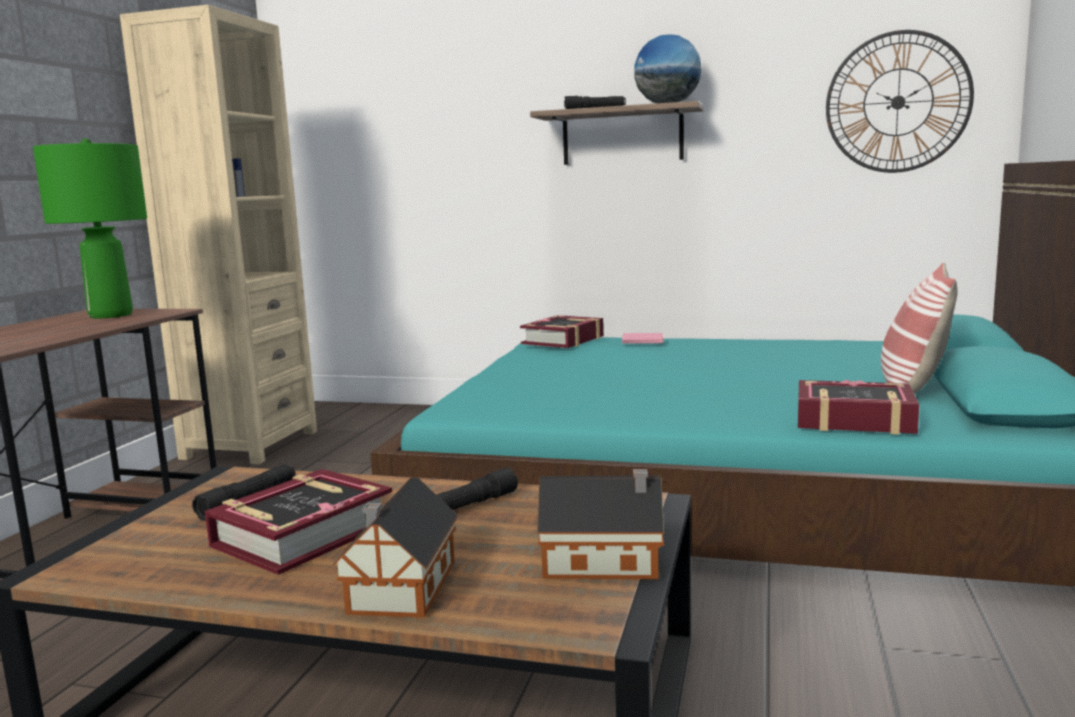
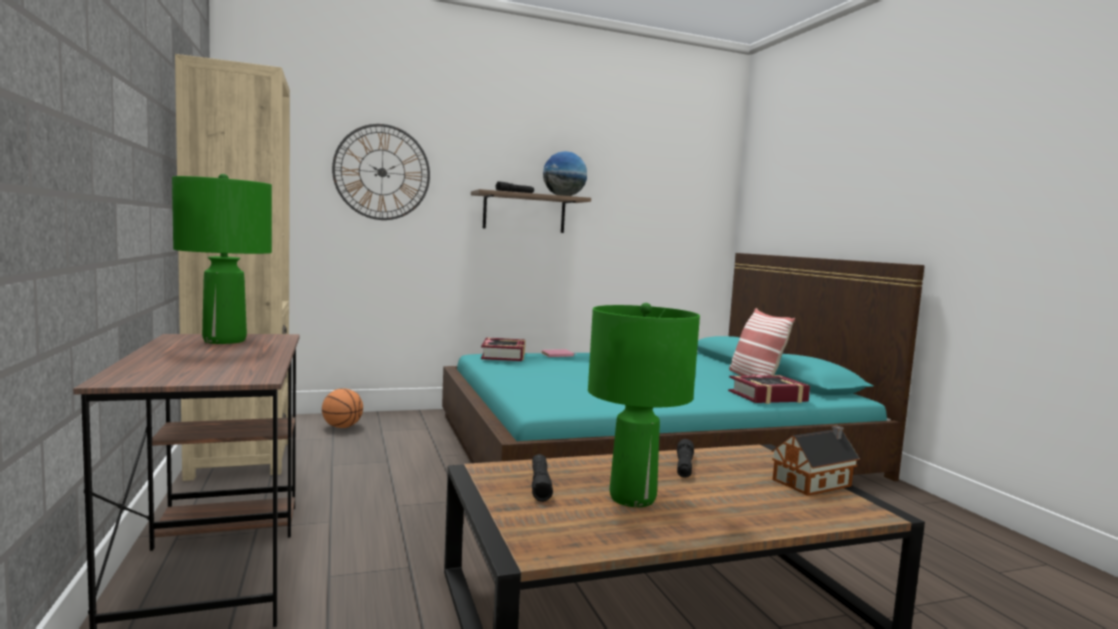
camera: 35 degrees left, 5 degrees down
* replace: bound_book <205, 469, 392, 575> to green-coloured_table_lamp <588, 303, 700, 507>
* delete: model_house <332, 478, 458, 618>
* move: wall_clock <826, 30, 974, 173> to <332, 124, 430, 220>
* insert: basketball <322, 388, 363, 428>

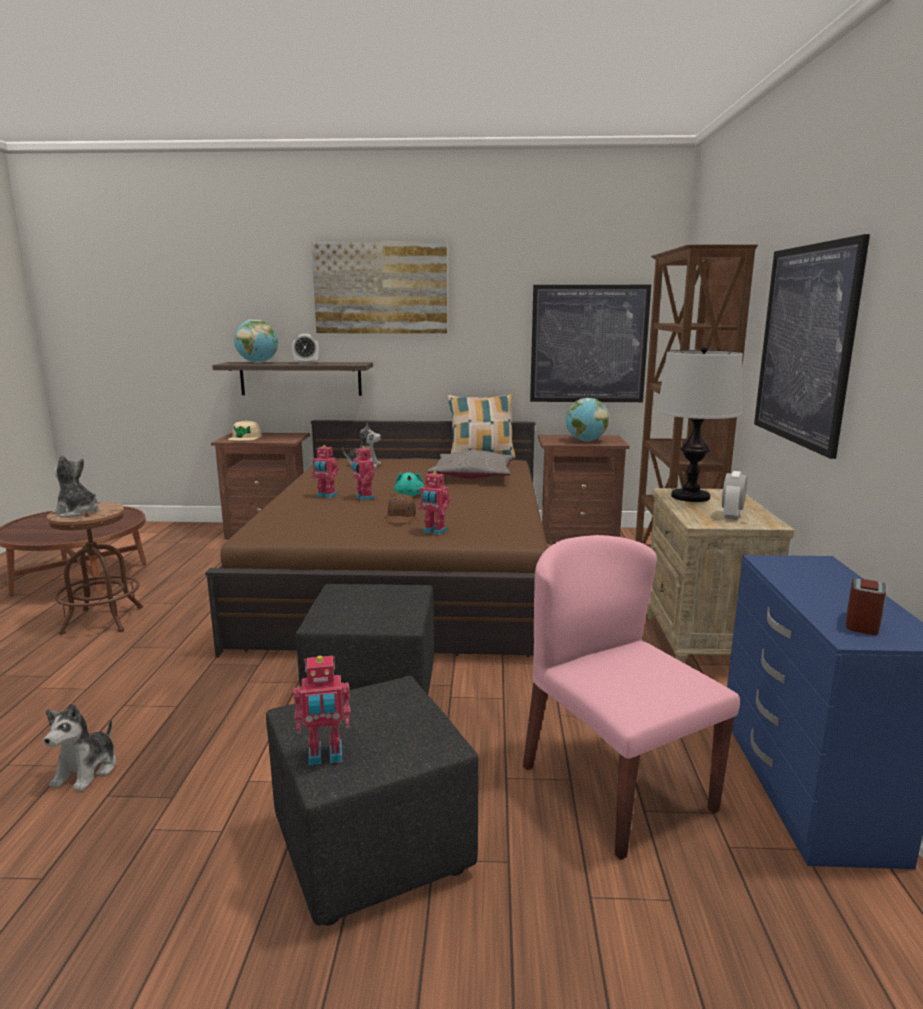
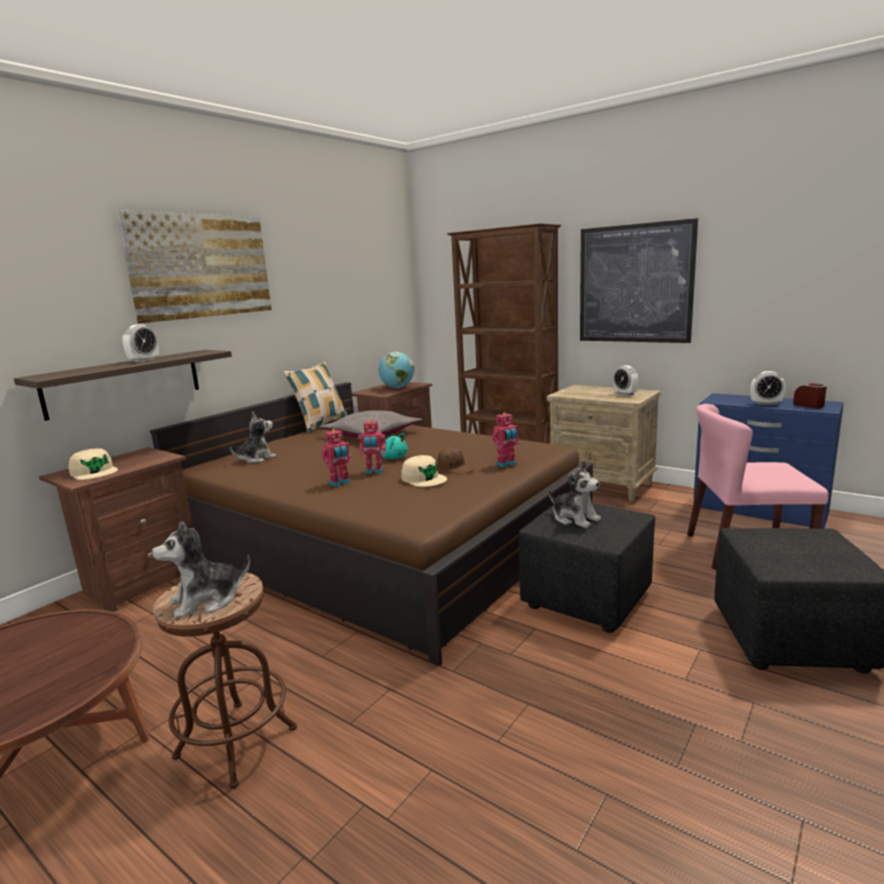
camera: 55 degrees left, 0 degrees up
* move: plush_toy <44, 703, 116, 791> to <548, 461, 601, 528>
* delete: world_globe <234, 319, 278, 363>
* delete: toy_robot <293, 656, 351, 766>
* delete: wall_art <530, 285, 651, 402>
* delete: table_lamp <657, 346, 743, 502>
* insert: beige_baseball_cap <401, 455, 447, 487>
* insert: table_clock <750, 371, 785, 405>

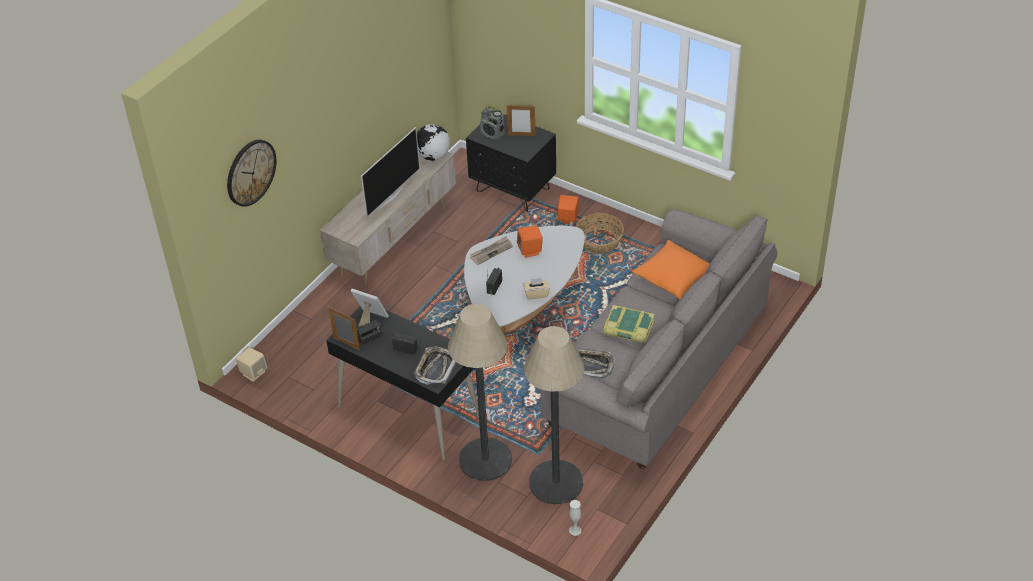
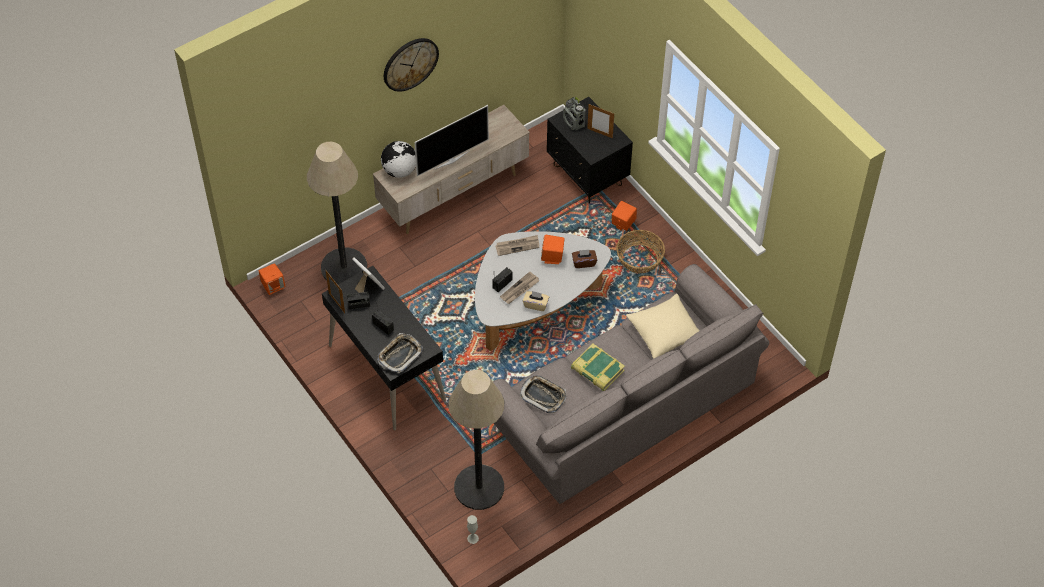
camera: 20 degrees right, 10 degrees up
* move: wall_clock <227, 140, 276, 207> to <384, 38, 439, 92>
* recolor: beige_audio_speaker <236, 347, 267, 382> to orange_audio_speaker <259, 263, 285, 295>
* move: world_globe <417, 124, 450, 161> to <381, 141, 416, 178>
* move: floor_lamp <448, 304, 512, 481> to <307, 142, 367, 284>
* recolor: orange_cushion <632, 240, 710, 299> to beige_cushion <626, 294, 700, 359>
* insert: newspaper <500, 271, 539, 304>
* insert: brownish_tissue_holder <572, 250, 597, 268>

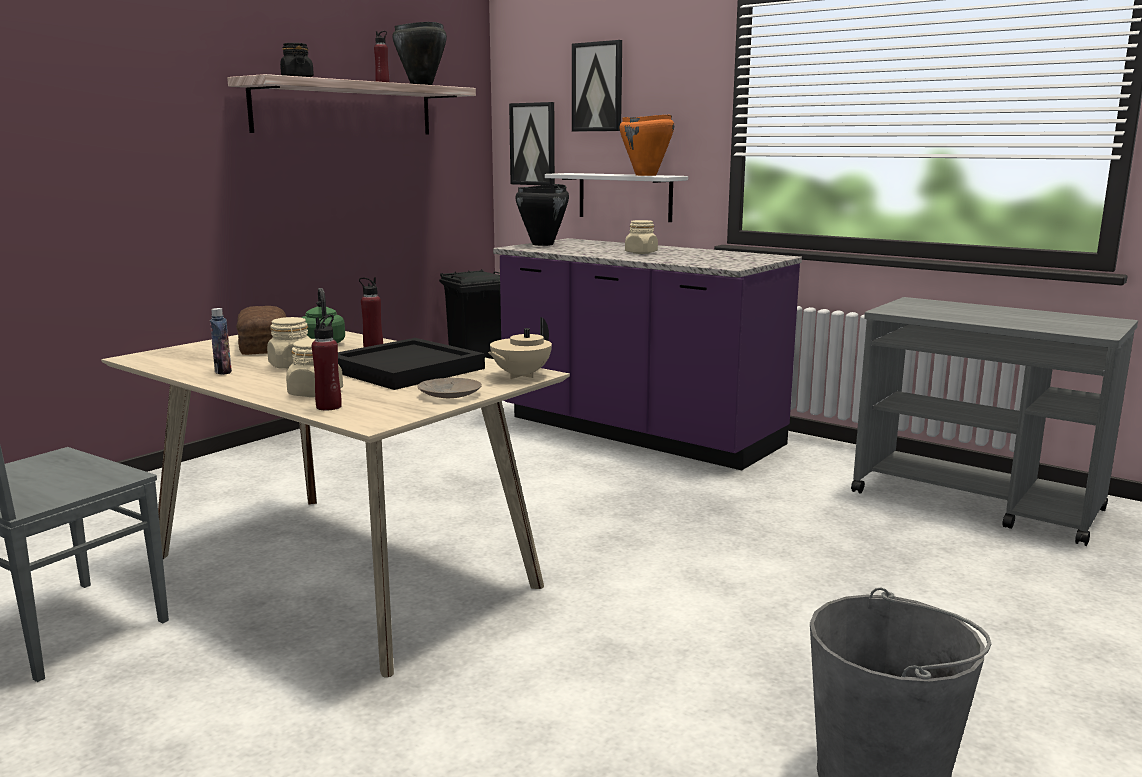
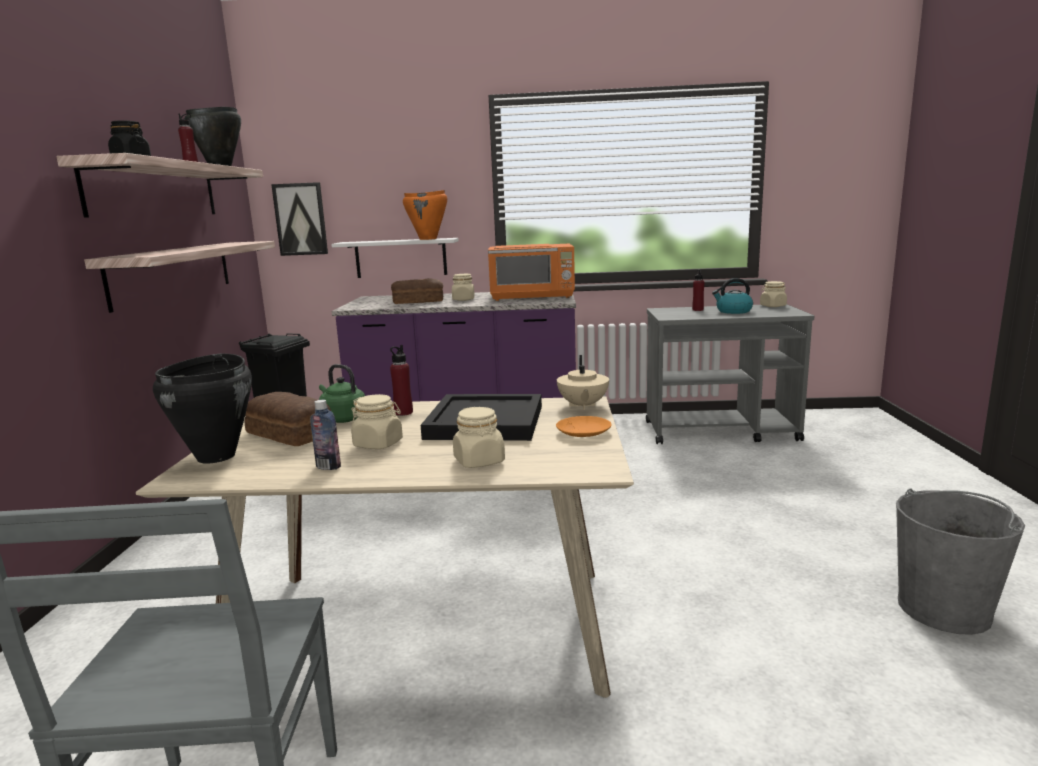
camera: 35 degrees left, 0 degrees up
* move: red-coloured_drink_bottle <312, 315, 342, 410> to <692, 269, 705, 311>
* recolor: beige_dinner_plate <417, 378, 482, 398> to orange_dinner_plate <556, 416, 612, 437>
* move: black-coloured_saucepot <515, 184, 569, 246> to <153, 353, 252, 463>
* delete: wall_art <572, 40, 622, 131>
* insert: shelf <84, 241, 275, 313>
* insert: baked_bread <391, 278, 443, 304>
* insert: orange_kitchen_microwave <488, 244, 575, 301>
* insert: water_kettle <712, 278, 753, 314>
* insert: beige_storage_jar <760, 281, 787, 307>

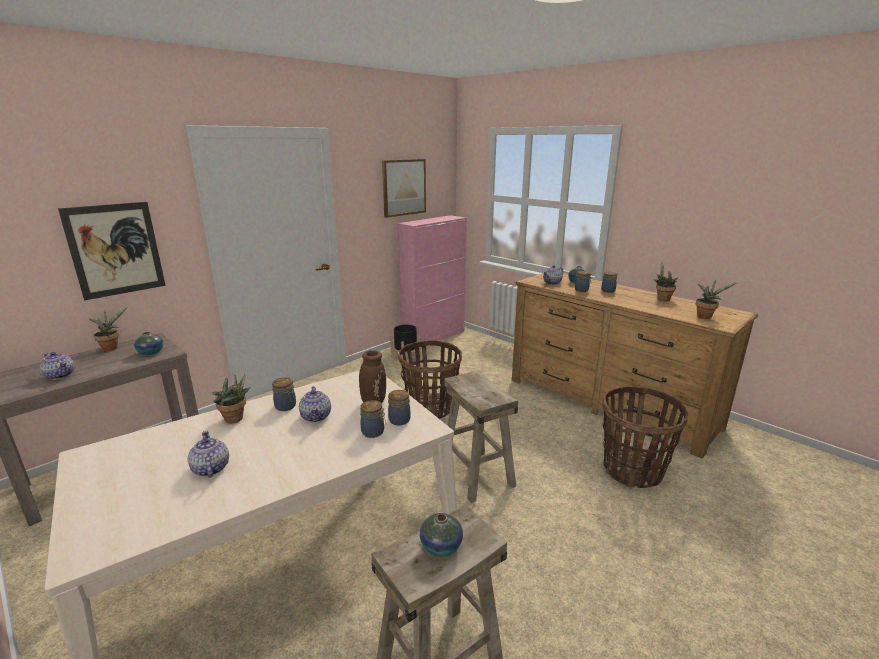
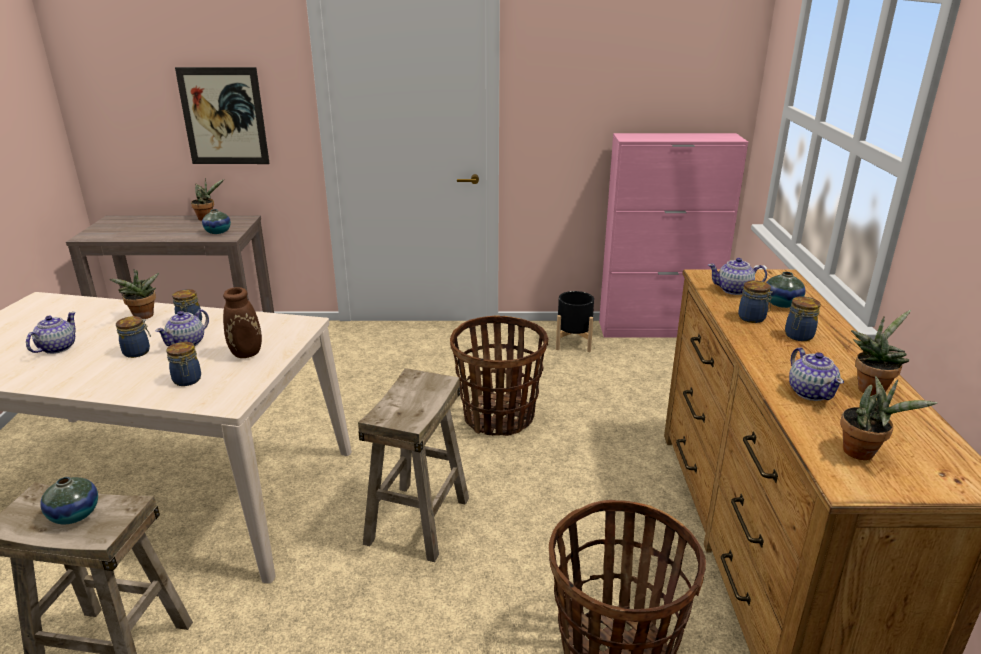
camera: 45 degrees right, 5 degrees up
* move: pot_for_tea <40, 352, 74, 380> to <789, 347, 844, 401>
* delete: wall_art <382, 159, 426, 218>
* move: storage_jar <388, 390, 411, 426> to <116, 316, 151, 358>

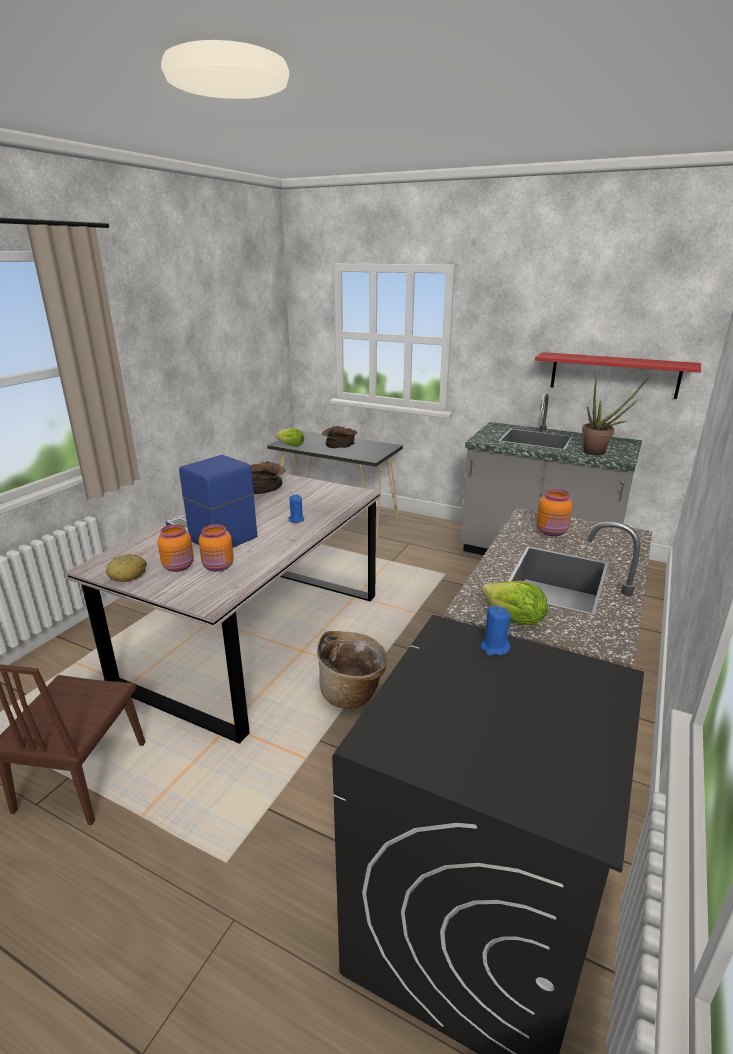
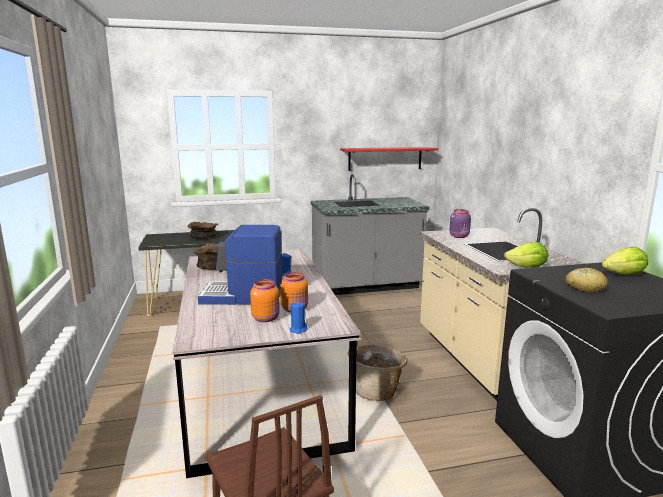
camera: 40 degrees left, 10 degrees down
* move: baked_bread <106, 554, 147, 582> to <565, 268, 608, 292>
* move: head_of_lettuce <276, 428, 304, 447> to <602, 247, 648, 275>
* move: blue_wax_light <480, 606, 511, 656> to <290, 302, 308, 334>
* recolor: orange_storage_jar <536, 489, 572, 536> to purple_storage_jar <450, 209, 471, 238>
* delete: plant_in_a_pot <582, 377, 649, 455>

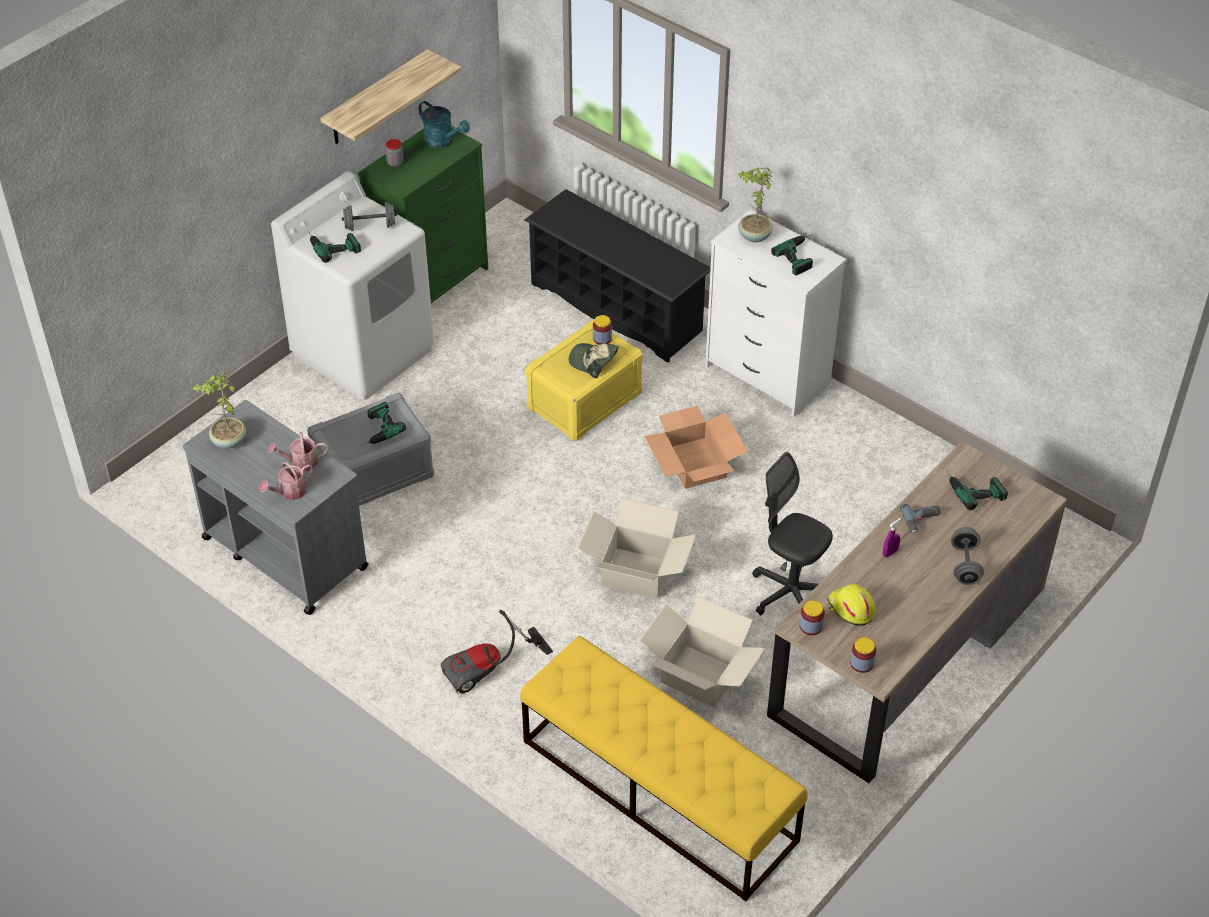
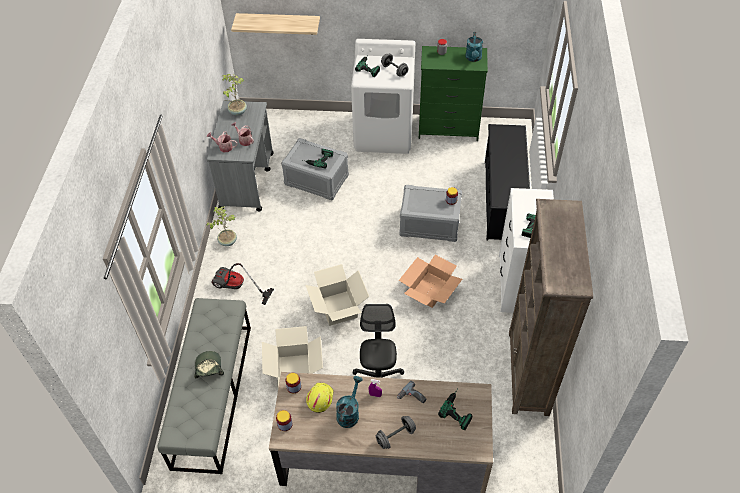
camera: 55 degrees right, 5 degrees up
* move: shelf <320, 49, 462, 144> to <231, 13, 320, 35>
* recolor: yellowish_long_seat <520, 636, 807, 901> to gray_long_seat <157, 298, 251, 474>
* recolor: yellowish_storage_bin <525, 320, 643, 441> to gray_storage_bin <399, 185, 462, 242>
* move: baseball_cap <569, 343, 619, 378> to <194, 351, 224, 378>
* move: plant_in_a_pot <738, 168, 773, 242> to <207, 207, 237, 246>
* insert: blue-green_watering_can <336, 376, 363, 428>
* insert: brownish_bookshelf <509, 199, 593, 416>

